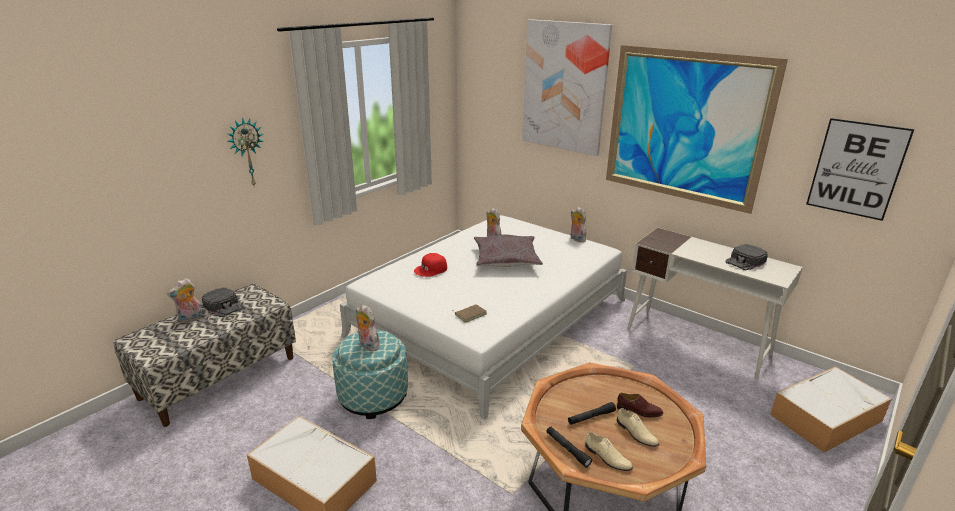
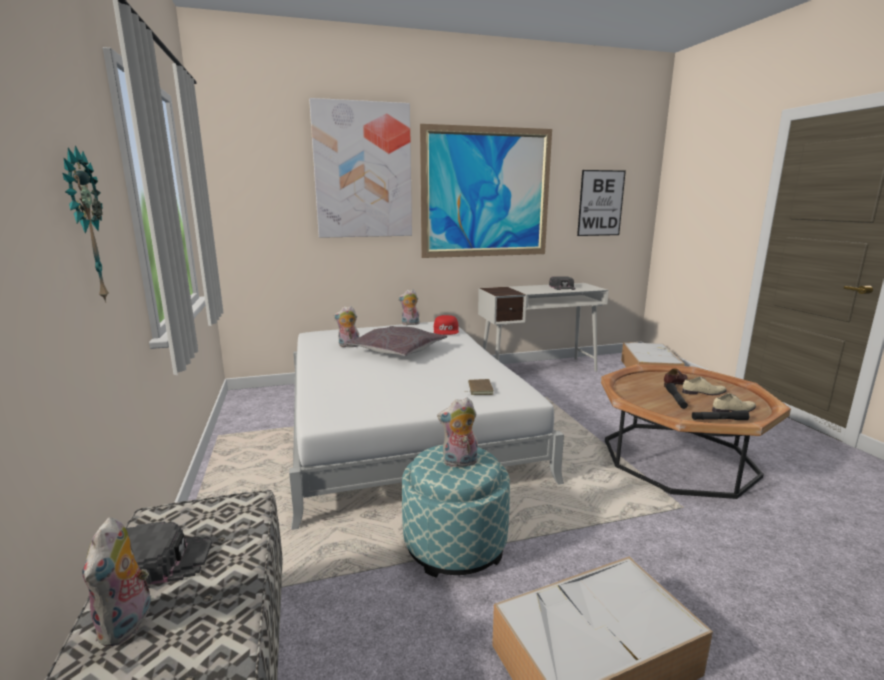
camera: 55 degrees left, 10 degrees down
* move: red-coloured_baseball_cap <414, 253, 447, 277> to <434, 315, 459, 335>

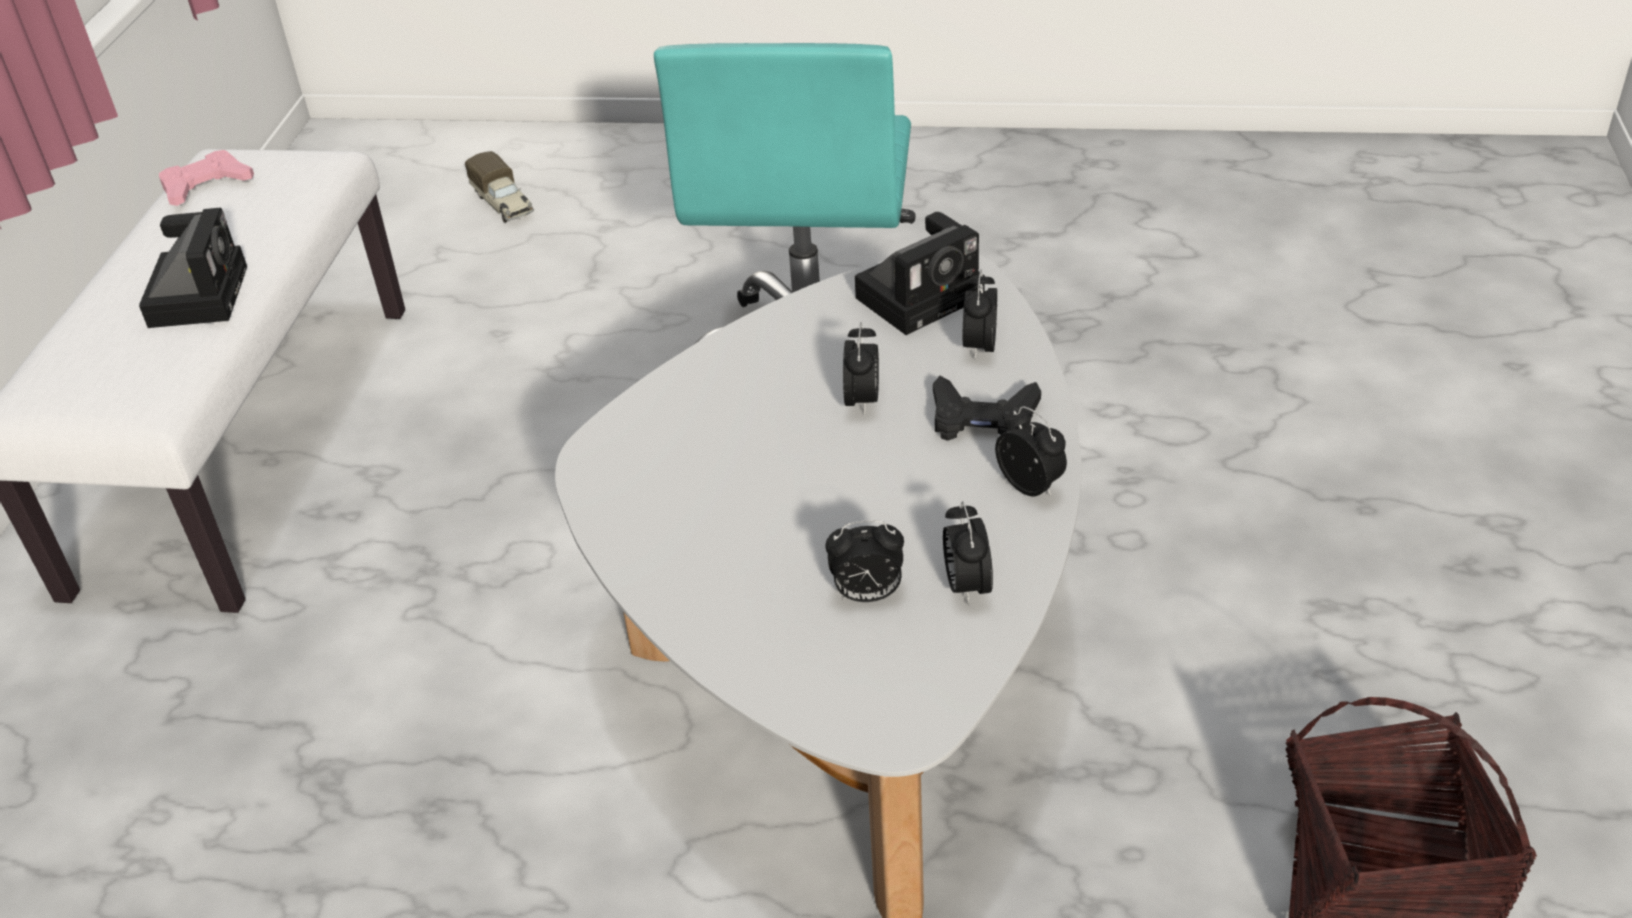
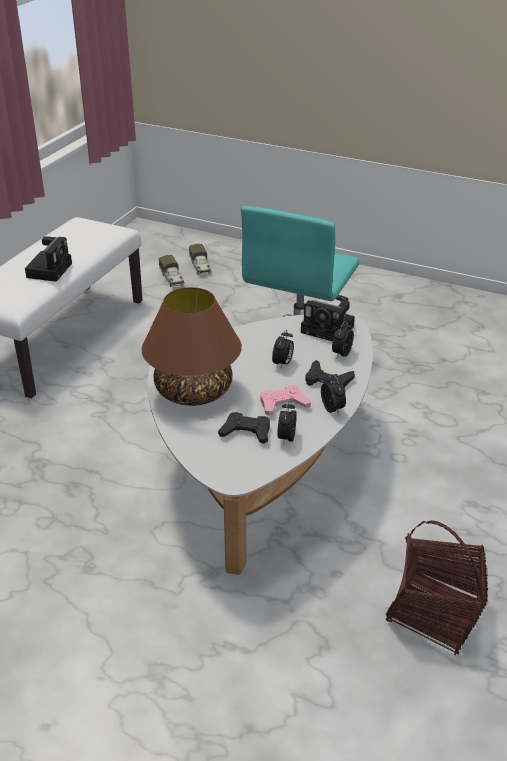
camera: 15 degrees right, 5 degrees down
* move: pink_gamepad <159, 150, 254, 206> to <261, 385, 311, 416>
* replace: table_clock <825, 520, 904, 602> to black-coloured_gamepad <218, 412, 270, 444>
* rotate: still_camera <855, 212, 985, 335> = <301, 300, 355, 341> 45 degrees clockwise
* insert: brownish_table_lamp <141, 287, 242, 406>
* insert: toy_lorry <159, 255, 184, 287>

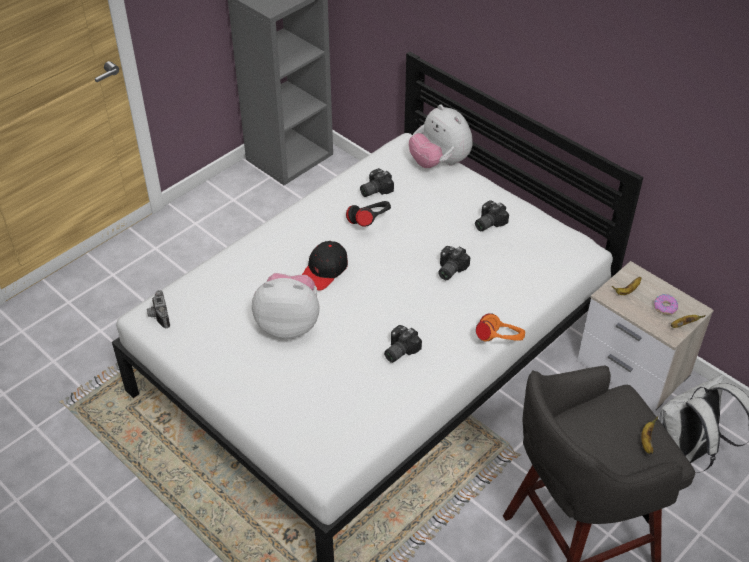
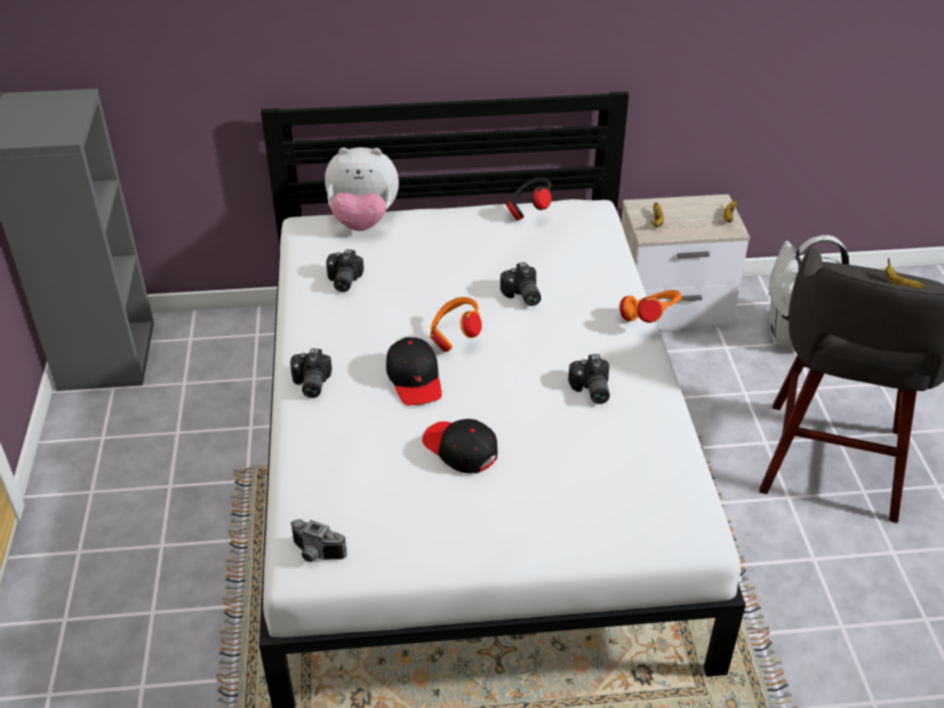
camera: 50 degrees left, 5 degrees down
* replace: plush_toy <252, 273, 319, 339> to black-coloured_baseball_cap <422, 419, 498, 473>
* move: black-coloured_pair_of_headphones <346, 201, 391, 227> to <506, 177, 552, 220>
* move: still_camera <475, 200, 509, 231> to <290, 349, 332, 398>
* delete: donut <654, 294, 678, 315>
* insert: orange_pair_of_headphones <430, 297, 482, 352>

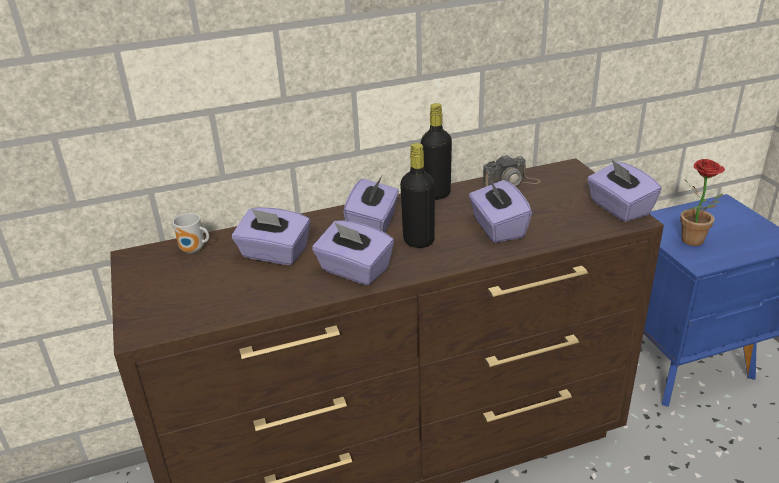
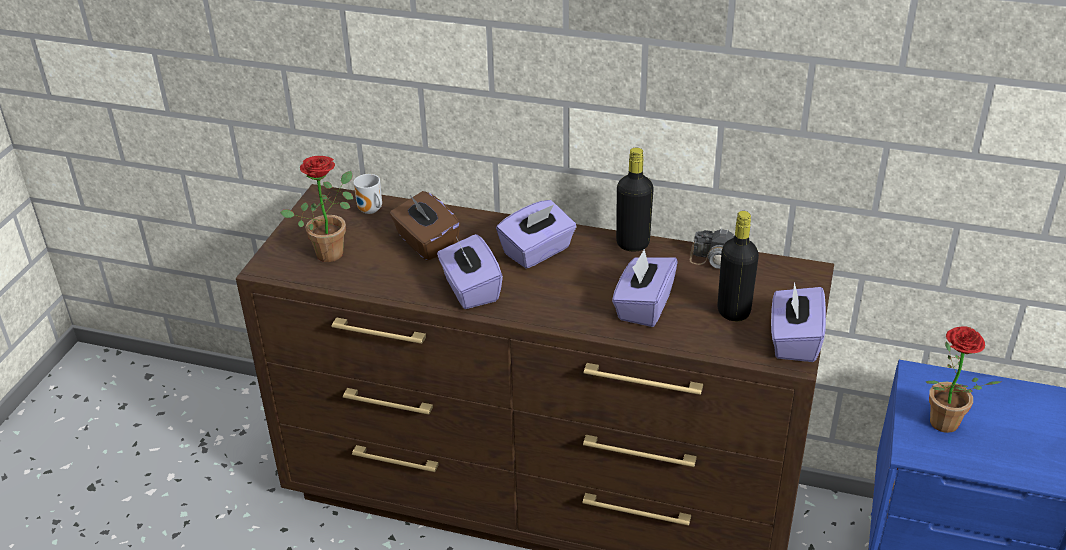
camera: 35 degrees right, 5 degrees up
* recolor: purple_tissue_holder <232, 207, 310, 265> to brownish_tissue_holder <390, 191, 460, 261>
* move: black-coloured_drink_bottle <400, 143, 435, 248> to <718, 211, 759, 321>
* insert: plant_in_a_pot <280, 156, 353, 262>

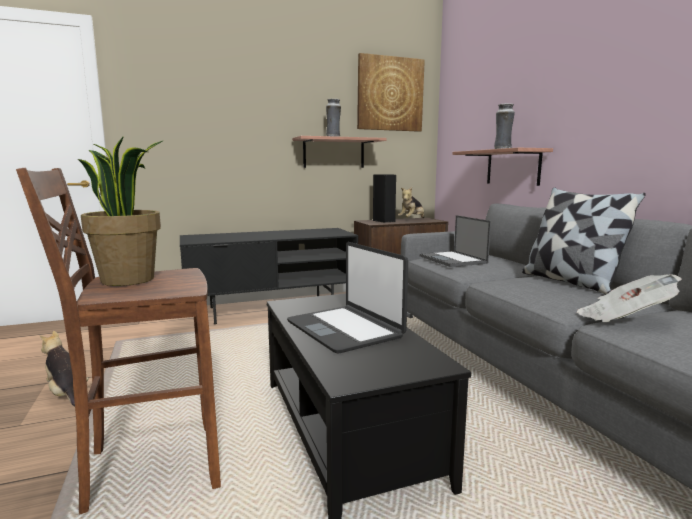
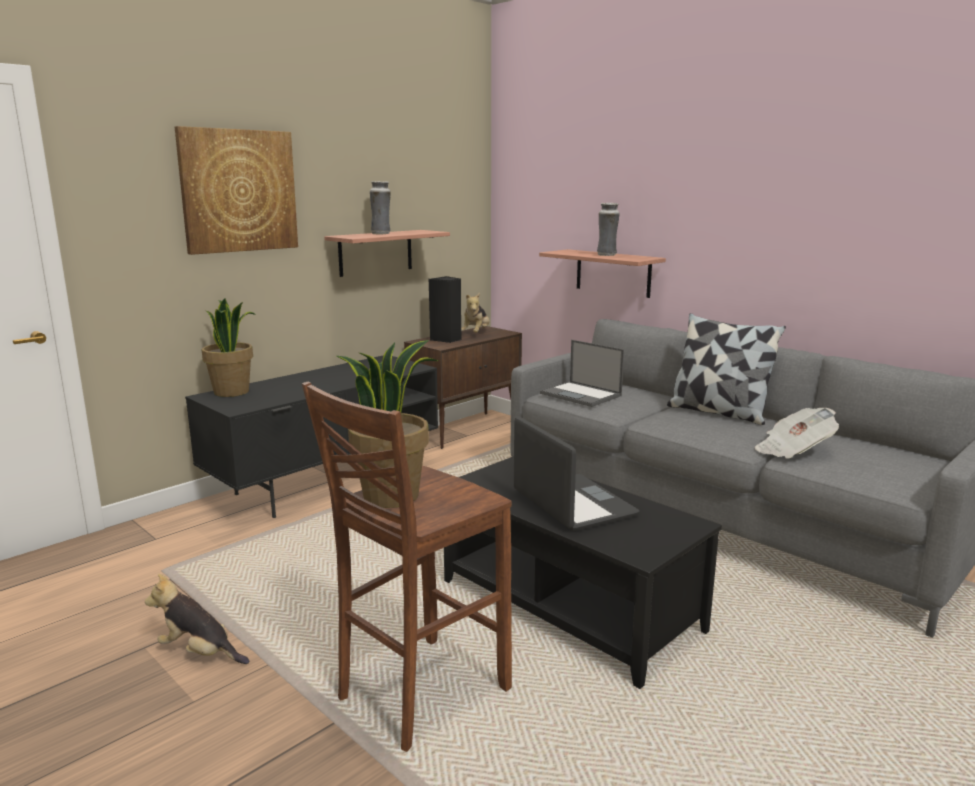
camera: 25 degrees left, 5 degrees up
* rotate: portable_computer <287, 242, 408, 354> = <514, 416, 640, 531> 150 degrees counterclockwise
* move: wall_art <357, 53, 425, 132> to <175, 126, 298, 255>
* insert: plant_in_a_pot <201, 298, 256, 397>

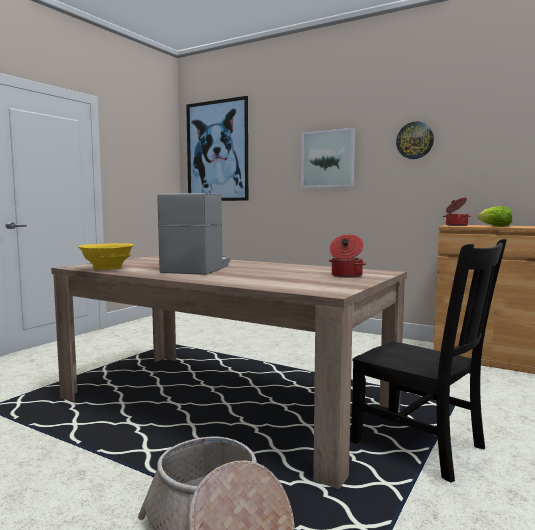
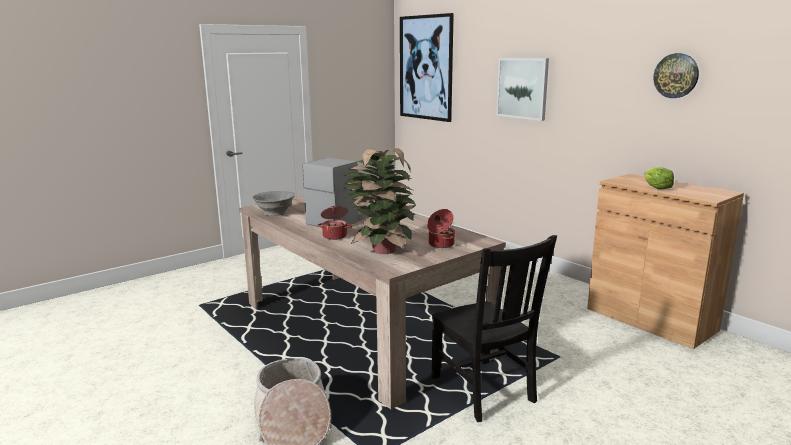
camera: 20 degrees right, 10 degrees up
* recolor: yellowish_deep_dish <78, 243, 134, 270> to gray_deep_dish <252, 191, 295, 216>
* move: wall_clock <396, 122, 434, 159> to <654, 53, 699, 98>
* move: saucepot <443, 197, 471, 226> to <317, 206, 352, 240>
* insert: plant_in_a_pot <343, 148, 416, 254>

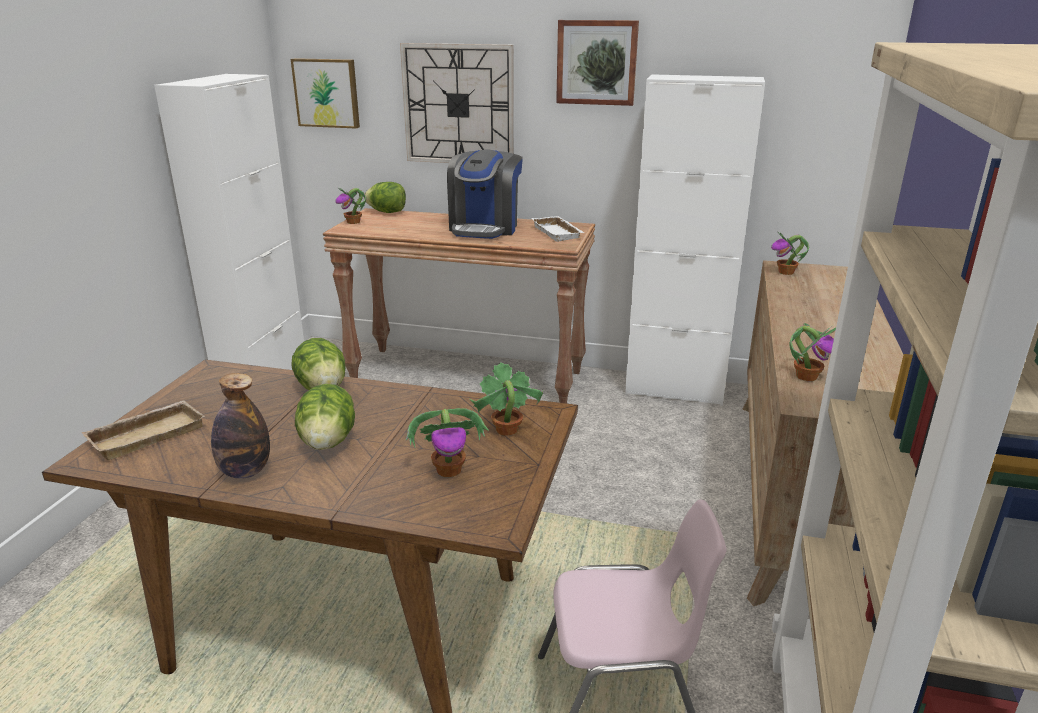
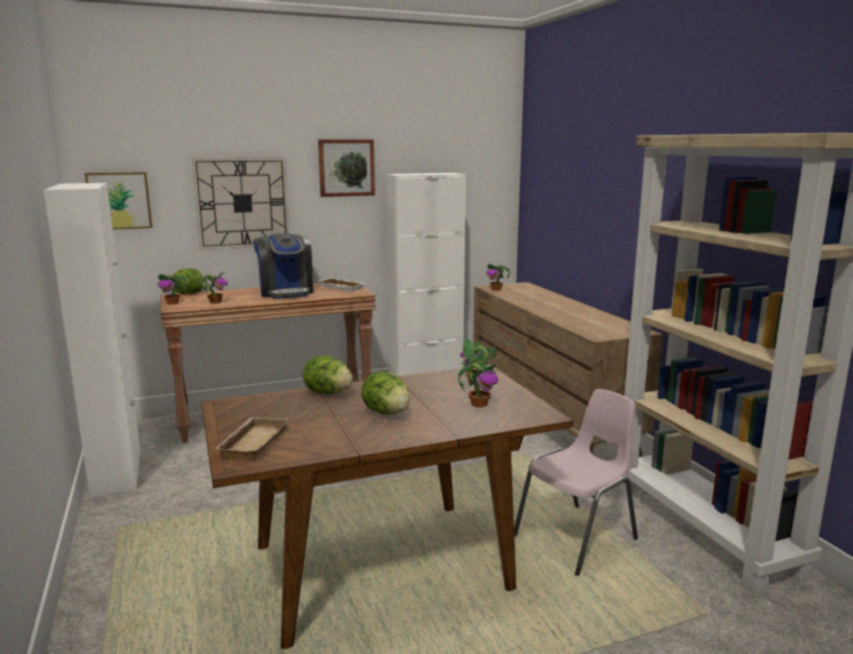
camera: 35 degrees left, 10 degrees down
* delete: drink_bottle <211, 373, 270, 479>
* move: plant_in_a_pot <789, 323, 836, 381> to <201, 271, 228, 304>

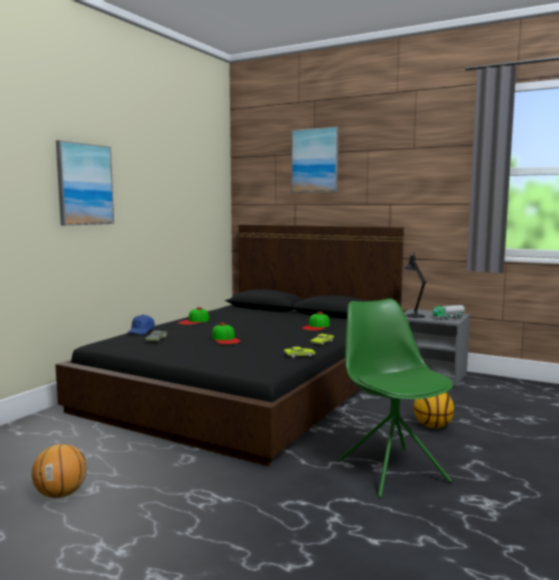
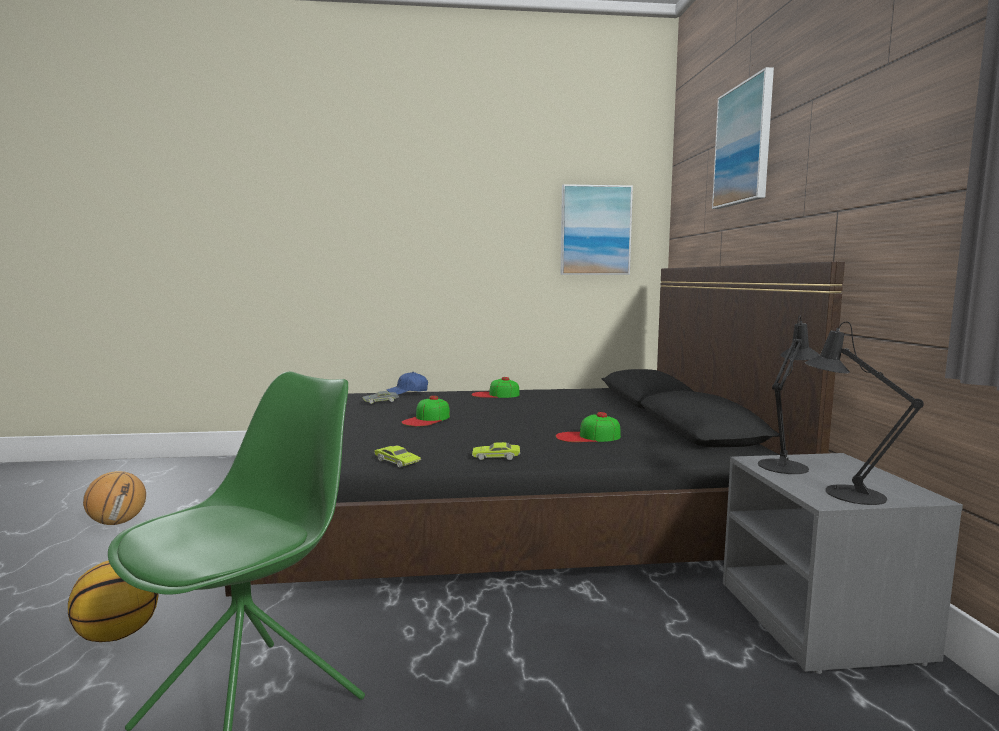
camera: 55 degrees right, 0 degrees up
* move: wall_art <56, 140, 114, 226> to <561, 184, 633, 275>
* move: basketball <414, 393, 454, 428> to <68, 561, 159, 642>
* replace: toy_lorry <433, 305, 465, 320> to black-coloured_table_lamp <805, 322, 924, 505>

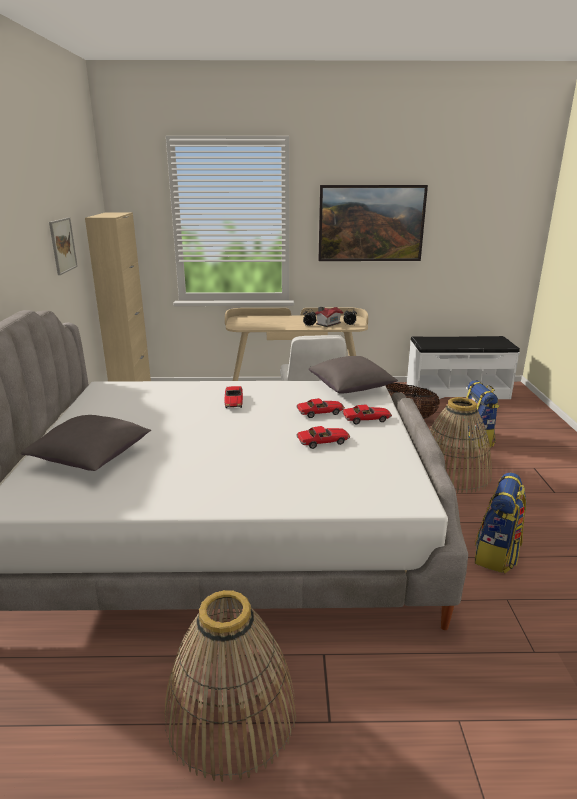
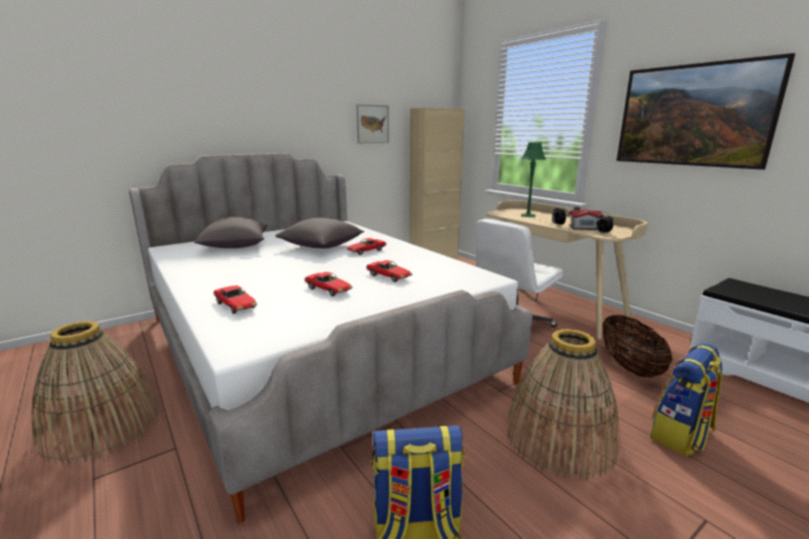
camera: 55 degrees right, 5 degrees down
* move: gray_cushion <309, 356, 398, 393> to <276, 218, 364, 248>
* move: miniature_car <342, 404, 392, 425> to <213, 285, 257, 314>
* insert: green-coloured_table_lamp <521, 142, 547, 217>

